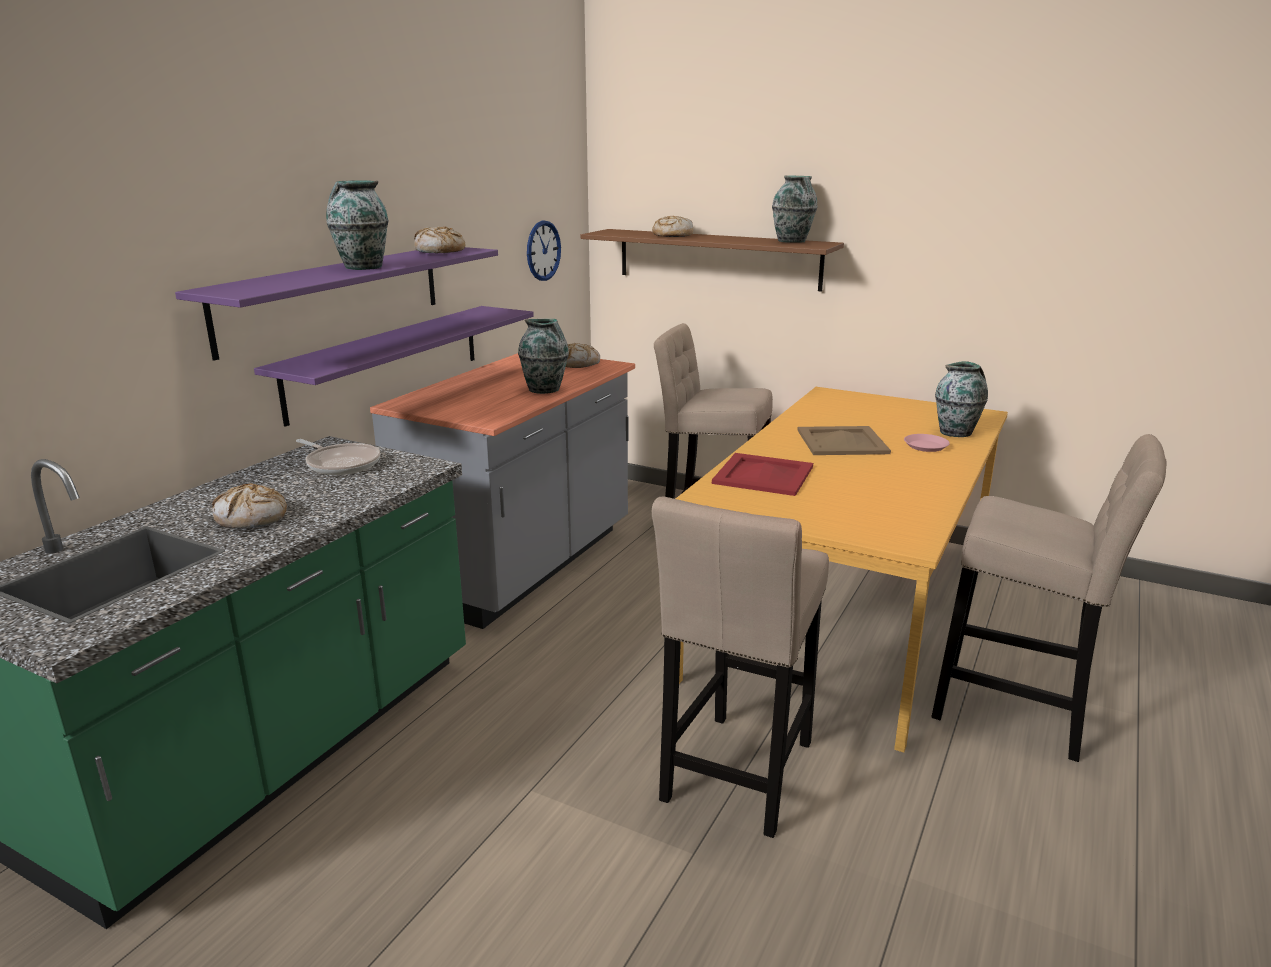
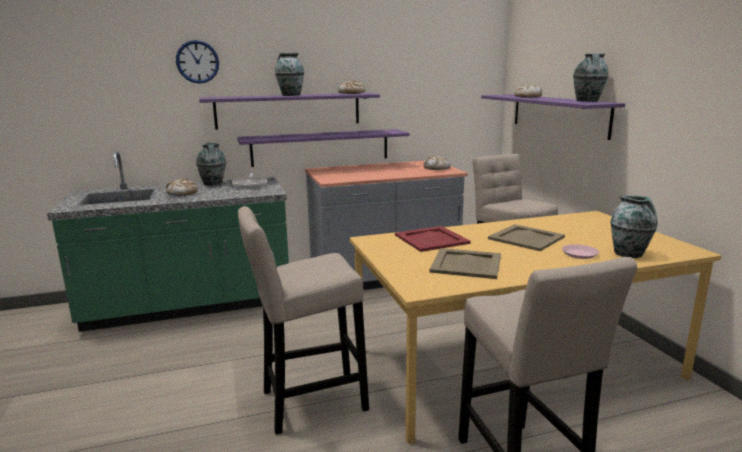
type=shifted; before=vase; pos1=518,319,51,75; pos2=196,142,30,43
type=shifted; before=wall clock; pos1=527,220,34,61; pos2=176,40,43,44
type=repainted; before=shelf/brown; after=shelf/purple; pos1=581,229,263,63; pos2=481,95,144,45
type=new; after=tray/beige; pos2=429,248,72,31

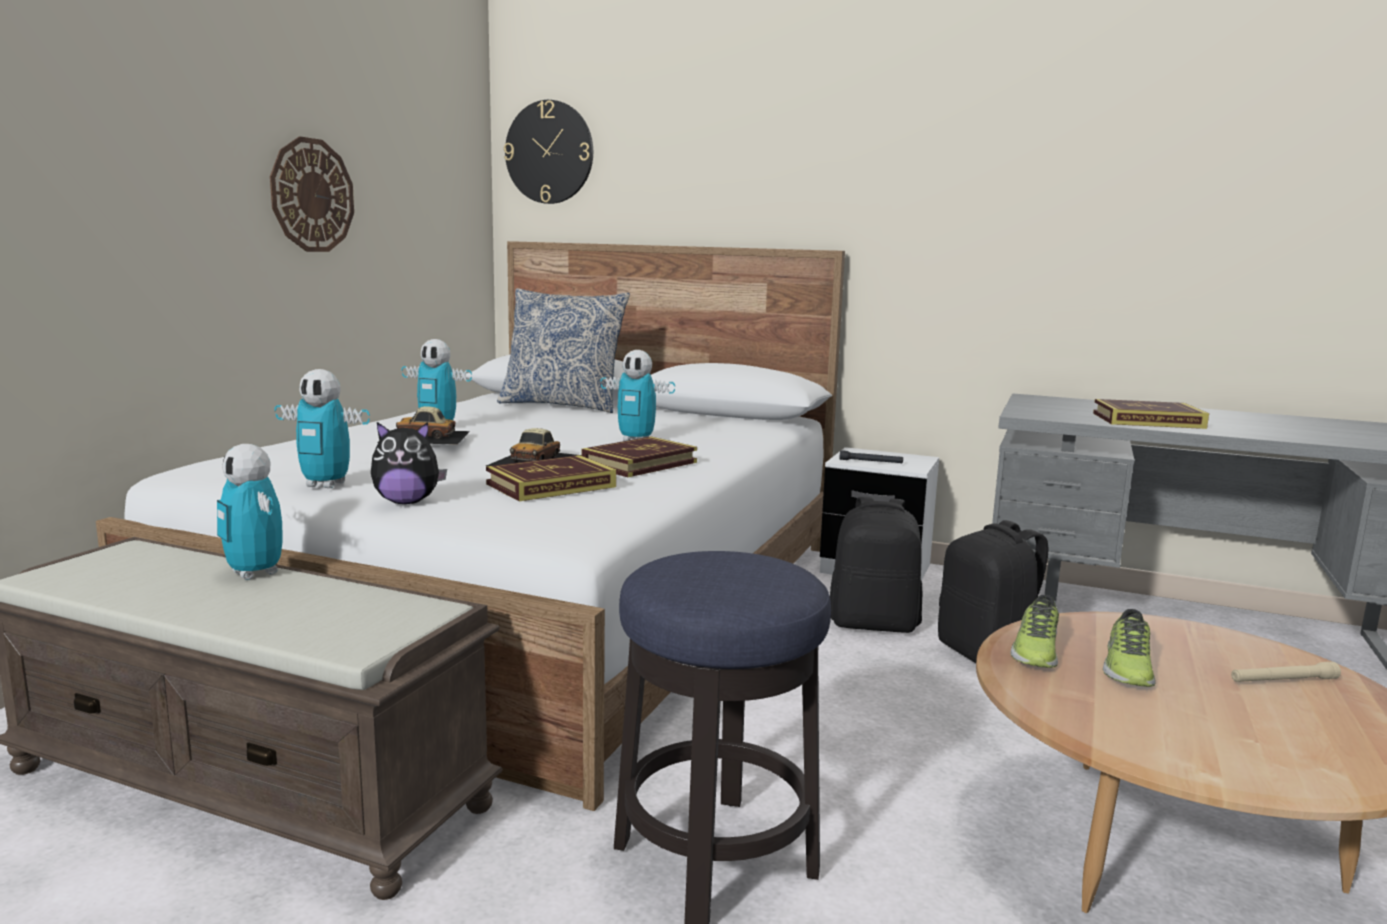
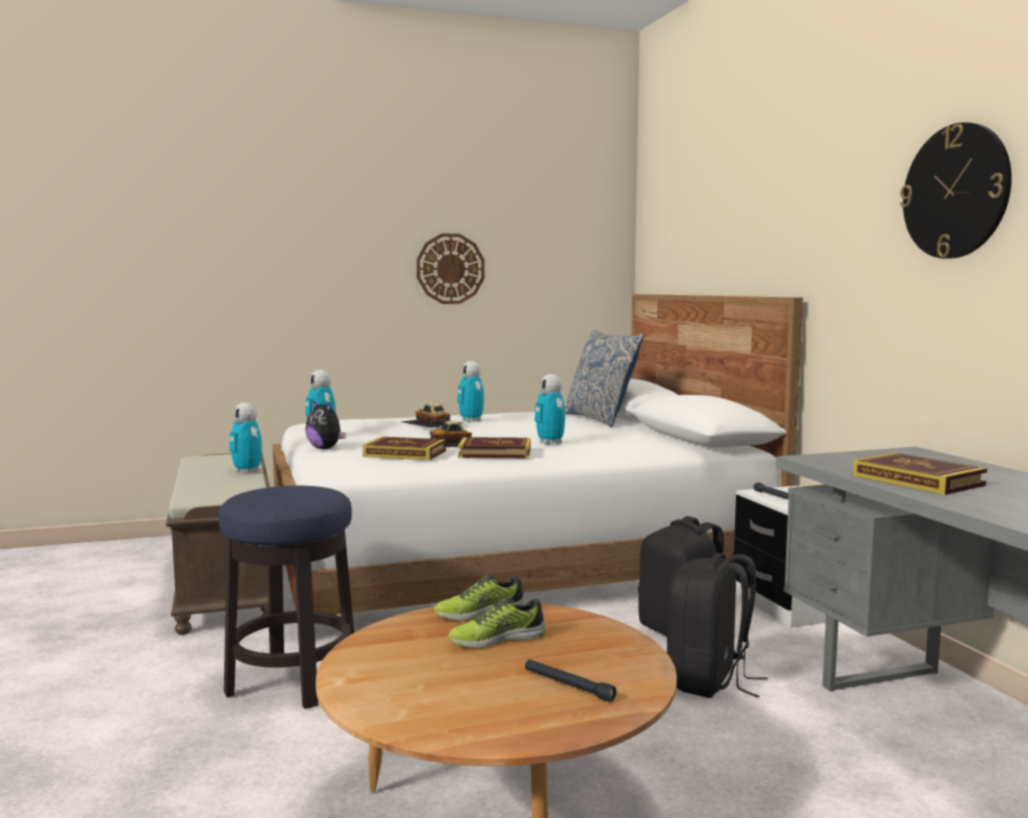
type=rotated; before=toy robot; pos1=217,444,66,136; pos2=229,402,33,72; turn=-45
type=shifted; before=wall clock; pos1=504,100,89,104; pos2=900,122,112,137
type=repainted; before=flashlight/beige; after=flashlight/black; pos1=1231,662,110,20; pos2=525,659,92,43

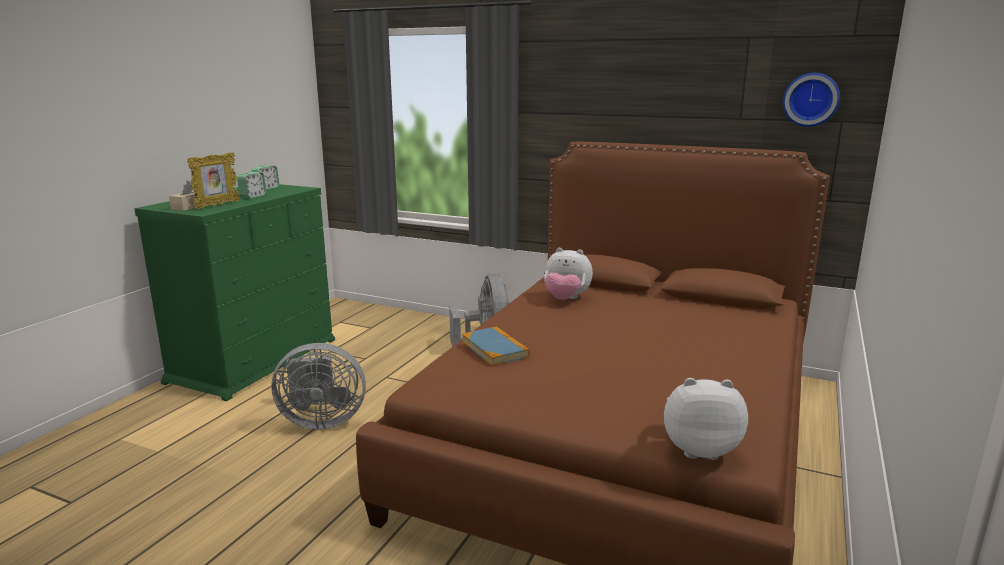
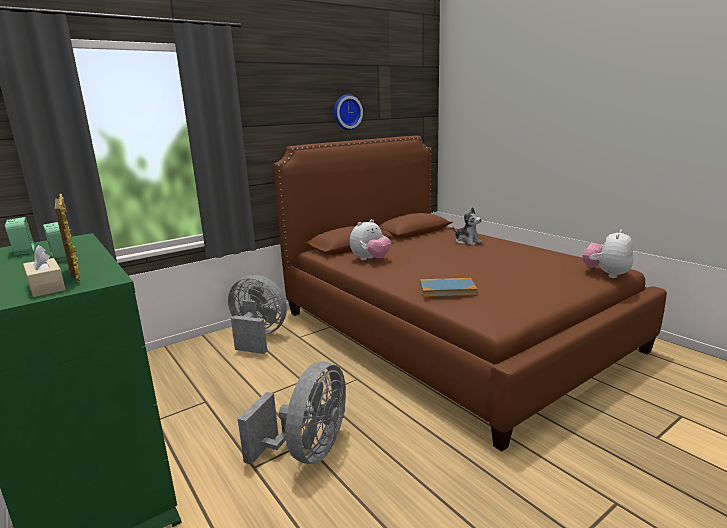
type=shifted; before=wall clock; pos1=782,73,58,54; pos2=334,94,29,36
type=new; after=plush toy; pos2=452,207,30,39

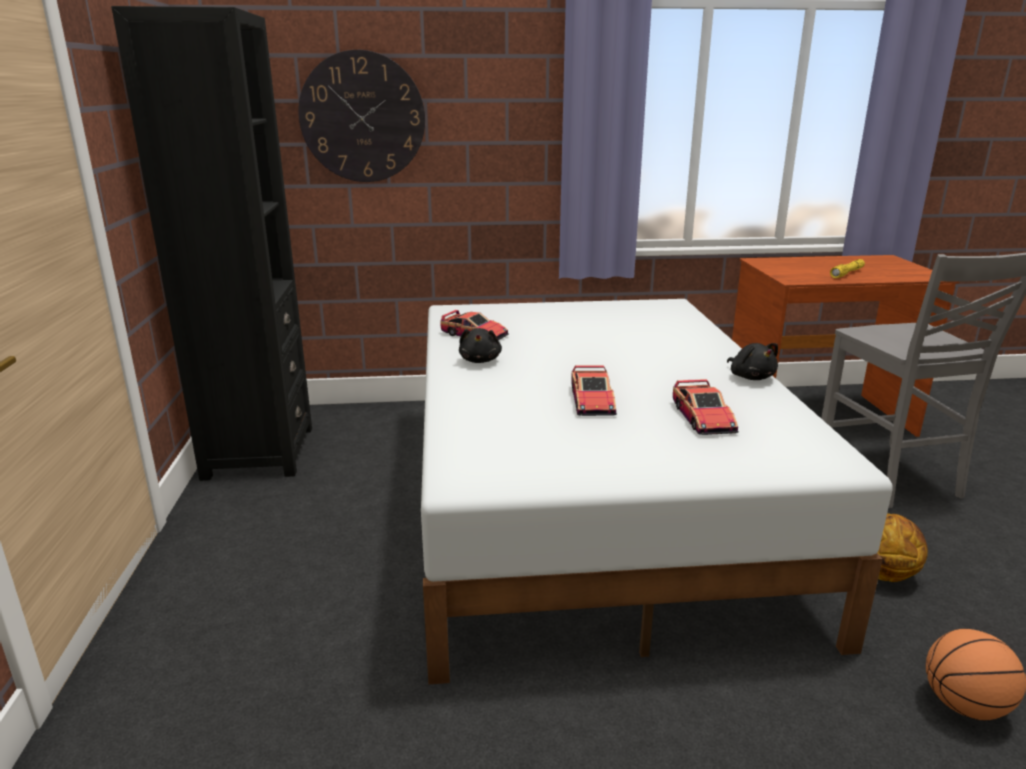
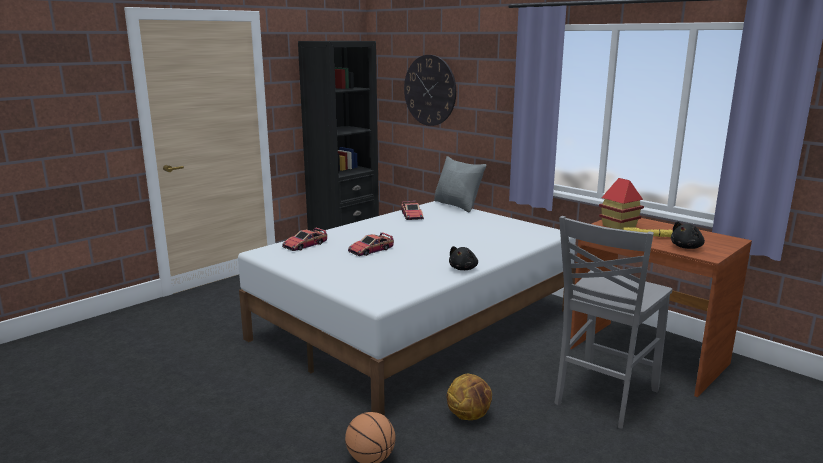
type=shifted; before=plush toy/black; pos1=459,328,43,35; pos2=671,221,34,28
type=shifted; before=toy car; pos1=673,379,66,56; pos2=282,228,45,23
type=new; after=pillow/grey; pos2=434,156,53,56
type=new; after=toy house; pos2=599,178,45,52

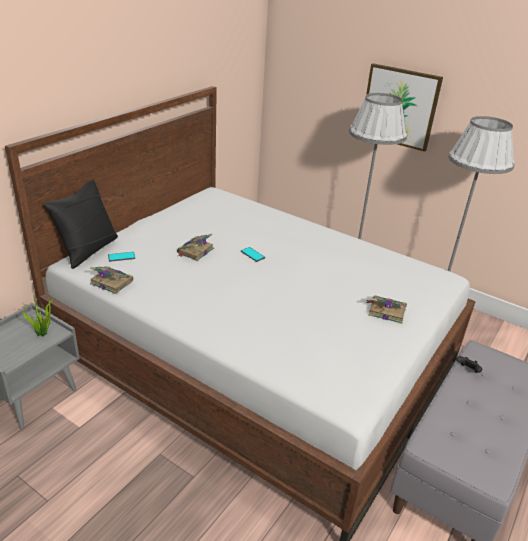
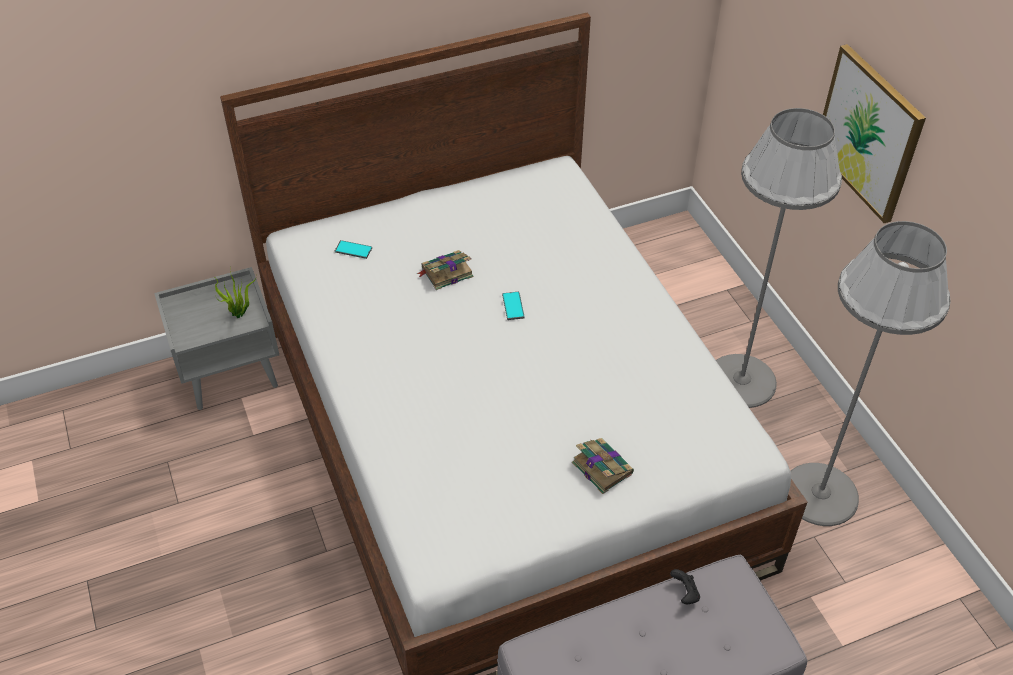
type=gone; before=pillow/black; pos1=44,180,74,89
type=gone; before=book; pos1=90,266,43,28

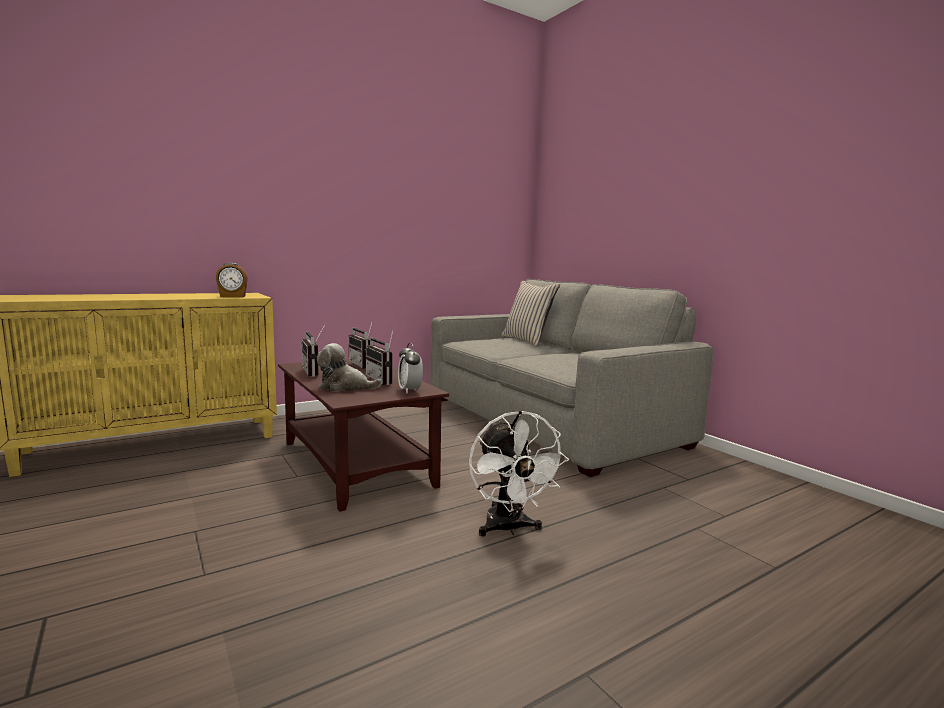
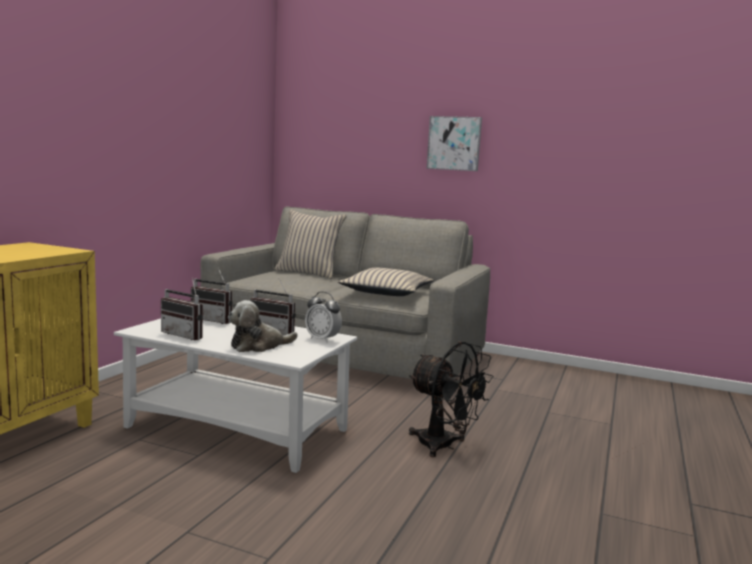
type=gone; before=alarm clock; pos1=216,263,32,35
type=repainted; before=coffee table/brown; after=coffee table/white; pos1=278,359,171,153; pos2=114,318,243,155
type=repainted; before=fan/white; after=fan/black; pos1=469,410,100,126; pos2=409,342,85,115
type=new; after=pillow/beige; pos2=338,268,96,28
type=new; after=picture; pos2=426,116,56,55

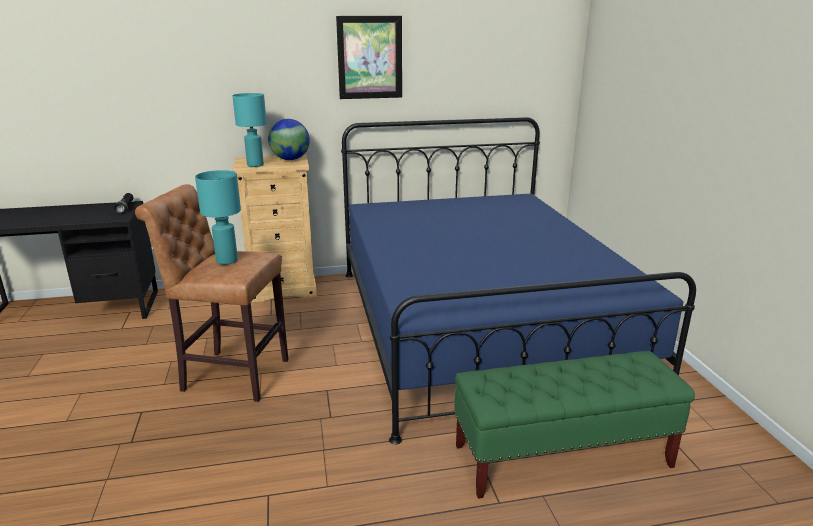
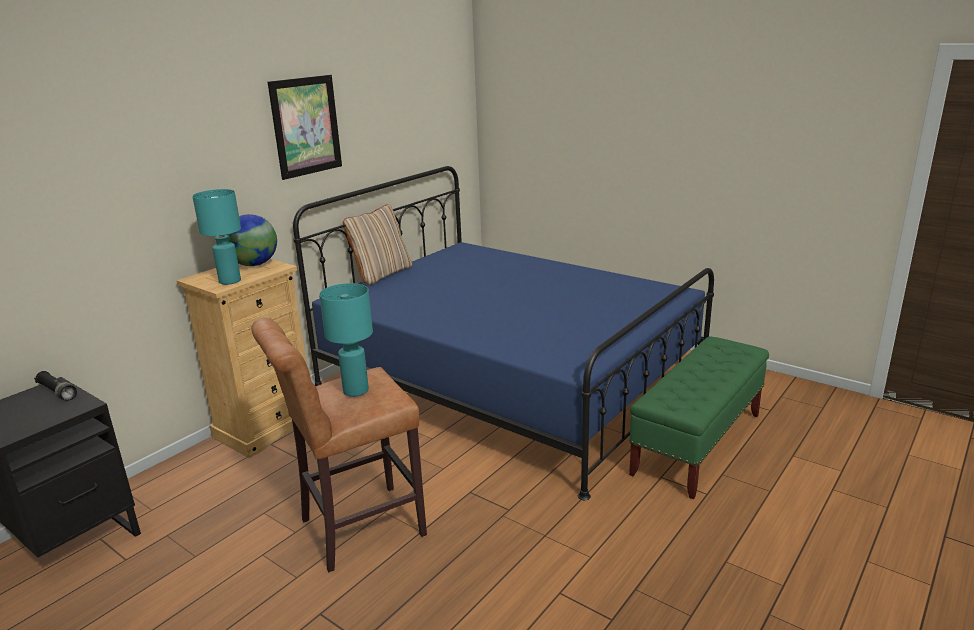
type=new; after=pillow/beige; pos2=343,204,69,81

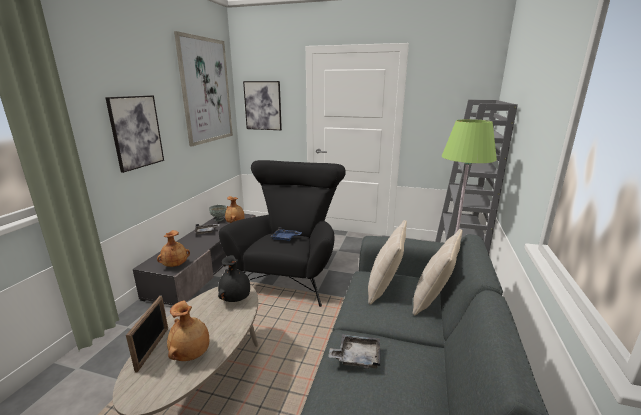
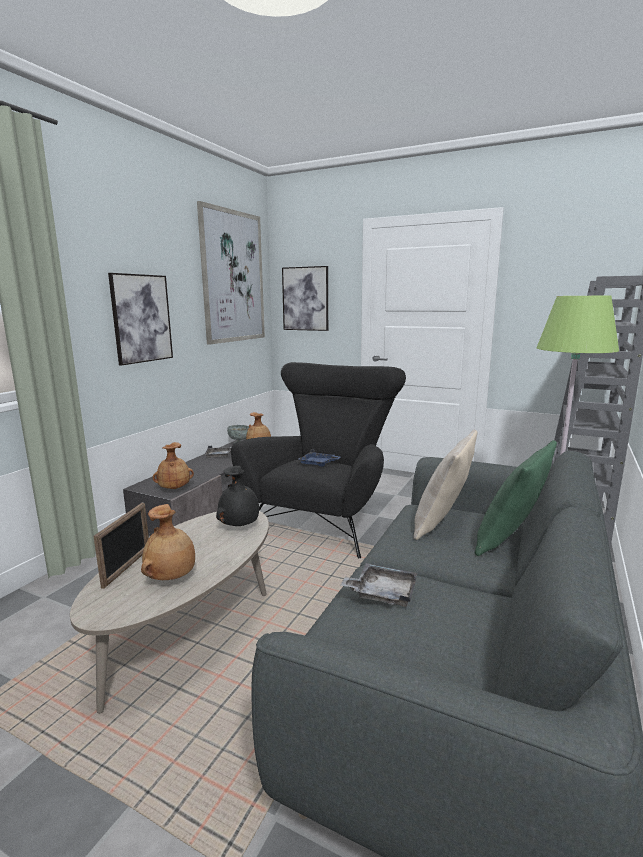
type=repainted; before=pillow/beige; after=pillow/green; pos1=413,229,50,87; pos2=475,440,82,116

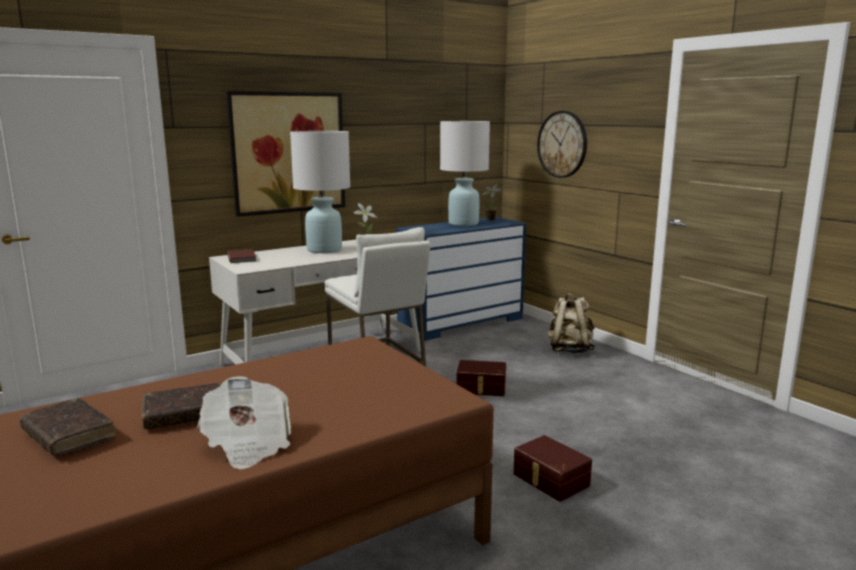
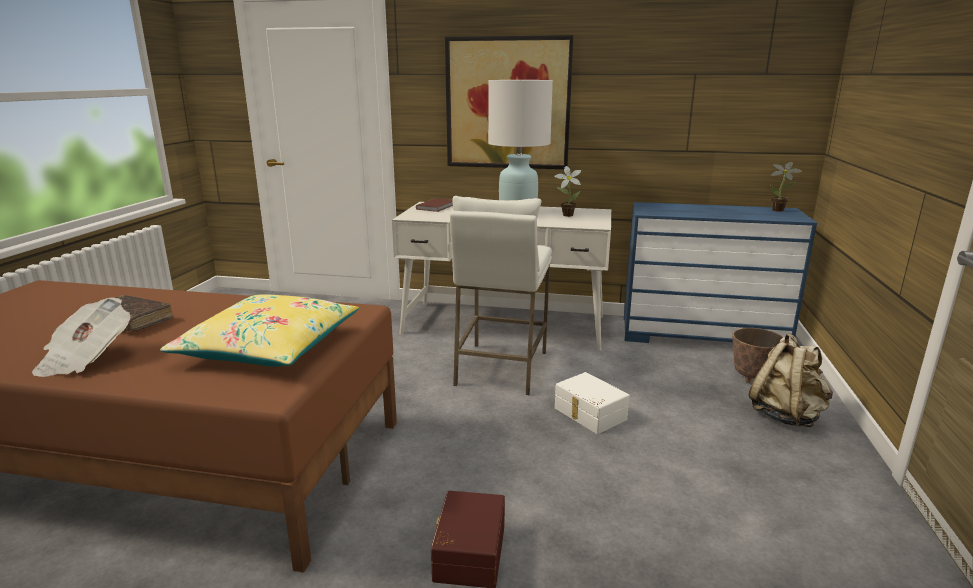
type=gone; before=book/brown; pos1=19,398,97,58
type=gone; before=table lamp/white; pos1=440,121,50,105
type=repainted; before=storage box/brown; after=storage box/white; pos1=456,360,50,36; pos2=555,372,75,62
type=gone; before=wall clock; pos1=537,111,50,67
type=new; after=pillow/yellow; pos2=160,294,199,73
type=new; after=planter; pos2=732,328,51,55

